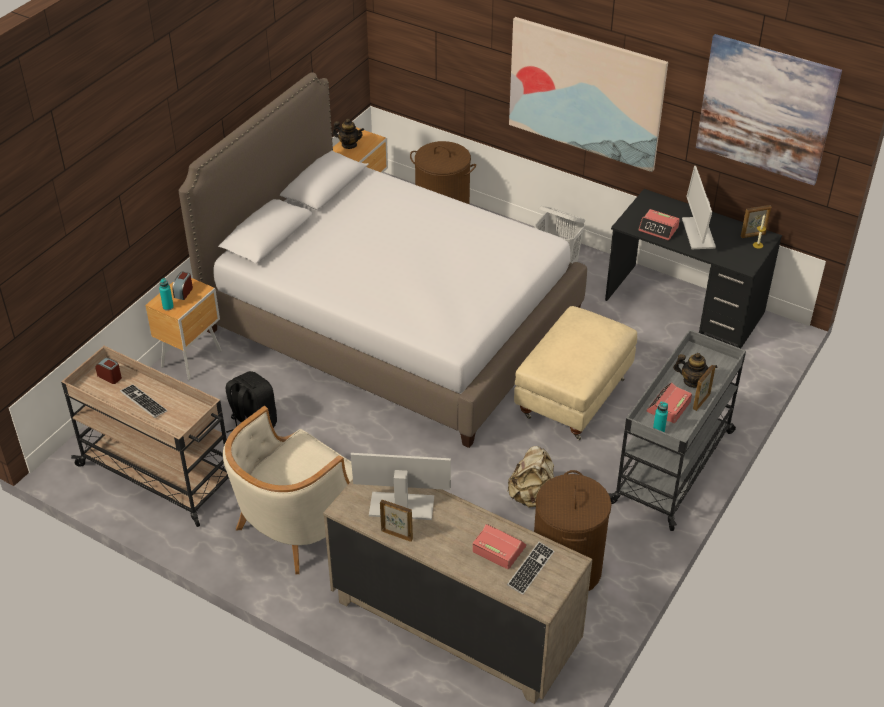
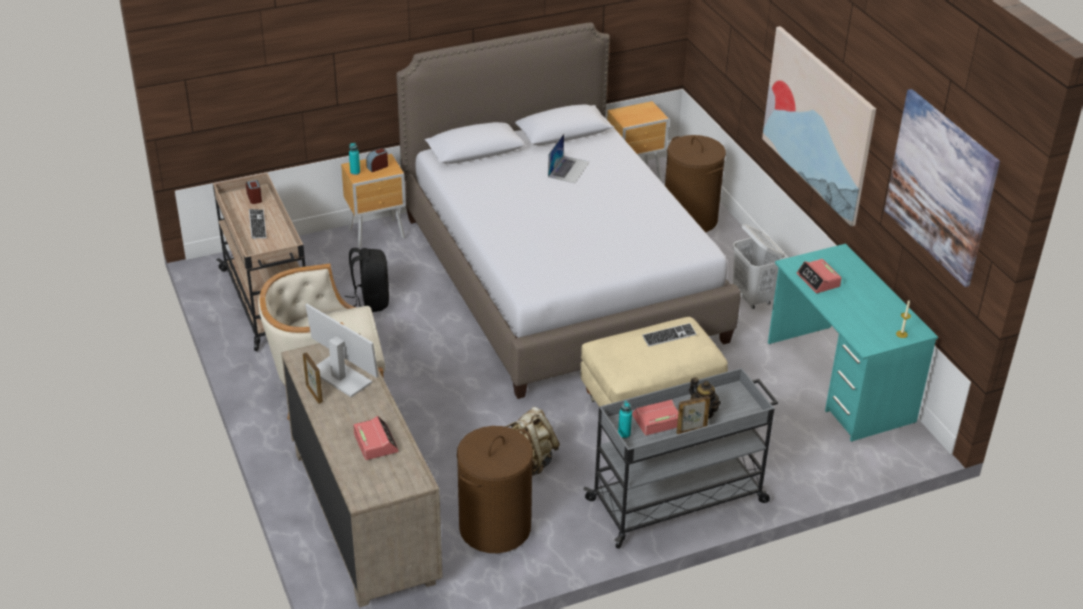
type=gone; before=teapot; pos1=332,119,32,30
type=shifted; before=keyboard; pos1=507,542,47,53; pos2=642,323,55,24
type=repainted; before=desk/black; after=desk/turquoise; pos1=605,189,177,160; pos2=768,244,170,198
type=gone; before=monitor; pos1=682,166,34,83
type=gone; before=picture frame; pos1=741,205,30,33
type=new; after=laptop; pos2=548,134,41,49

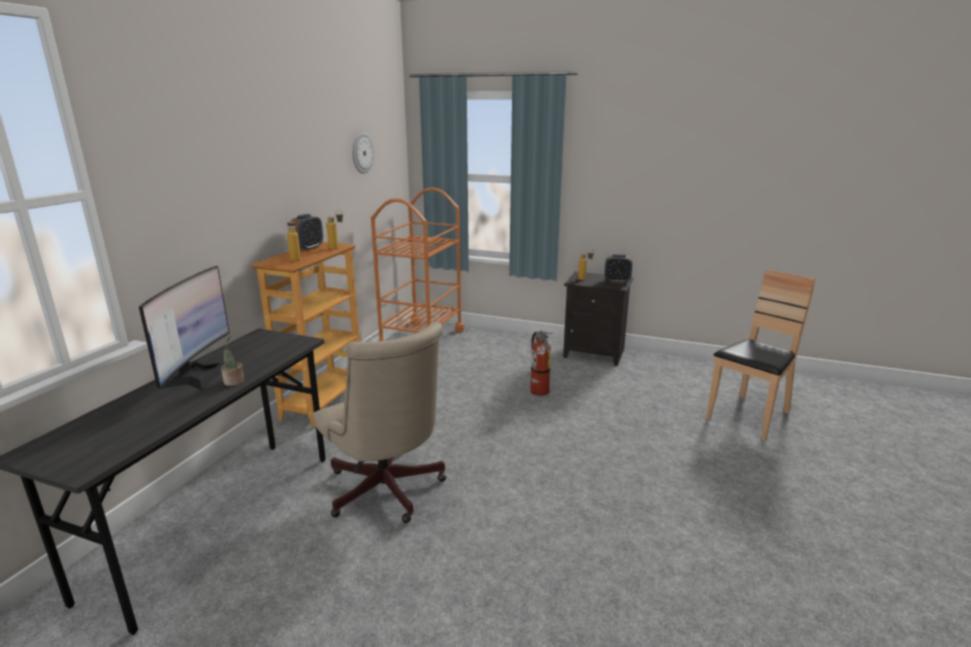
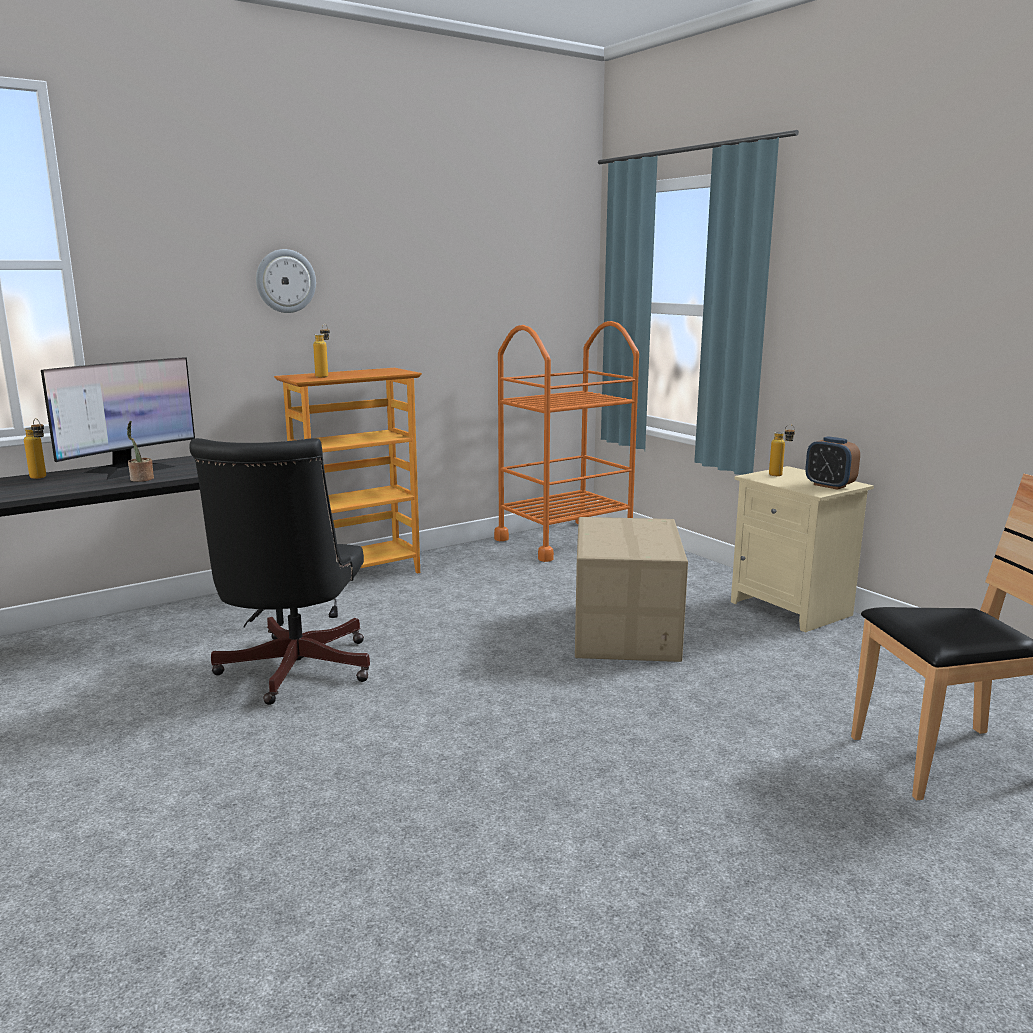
type=gone; before=alarm clock; pos1=291,214,32,37
type=repainted; before=office chair/beige; after=office chair/black; pos1=313,322,134,201; pos2=189,438,181,267
type=shifted; before=bottle; pos1=326,210,17,40; pos2=24,418,22,61
type=shifted; before=wall clock; pos1=352,133,22,41; pos2=256,249,60,64
type=swapped; before=fire extinguisher; after=cardboard box; pos1=530,330,23,66; pos2=575,517,113,145
type=repainted; before=nightstand/black; after=nightstand/beige; pos1=563,271,70,95; pos2=731,466,143,166

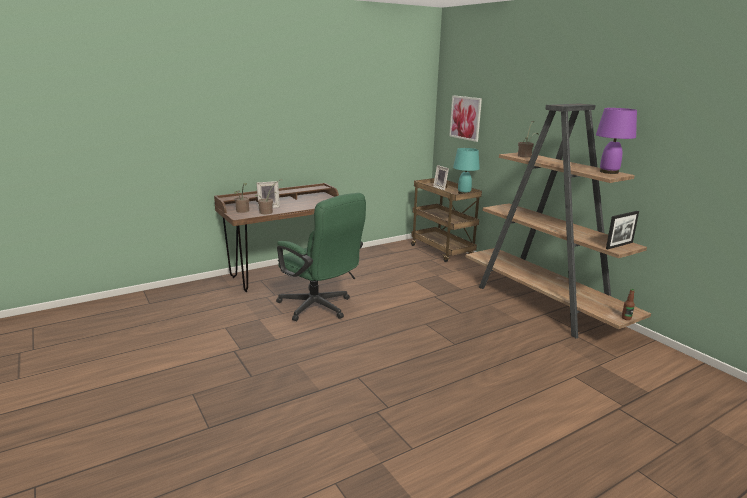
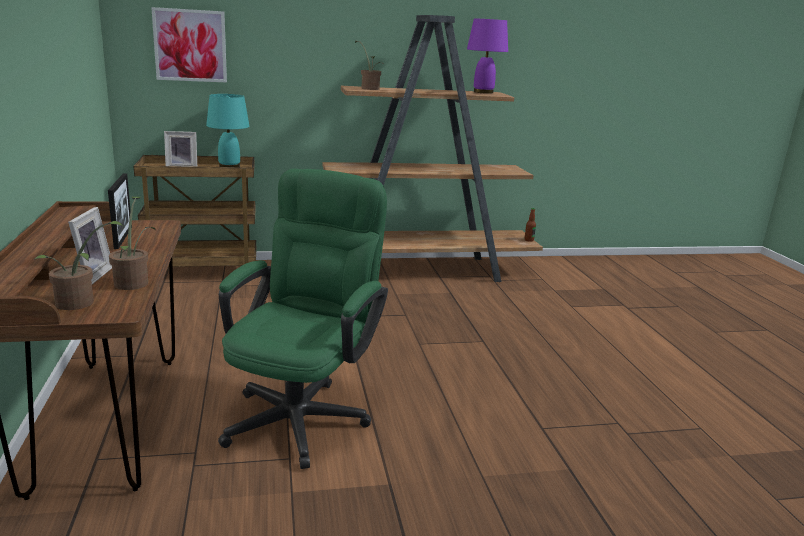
type=rotated; before=office chair/green; pos1=276,193,90,128; pos2=218,169,170,300; turn=-45
type=shifted; before=picture frame; pos1=606,211,33,38; pos2=108,174,24,75

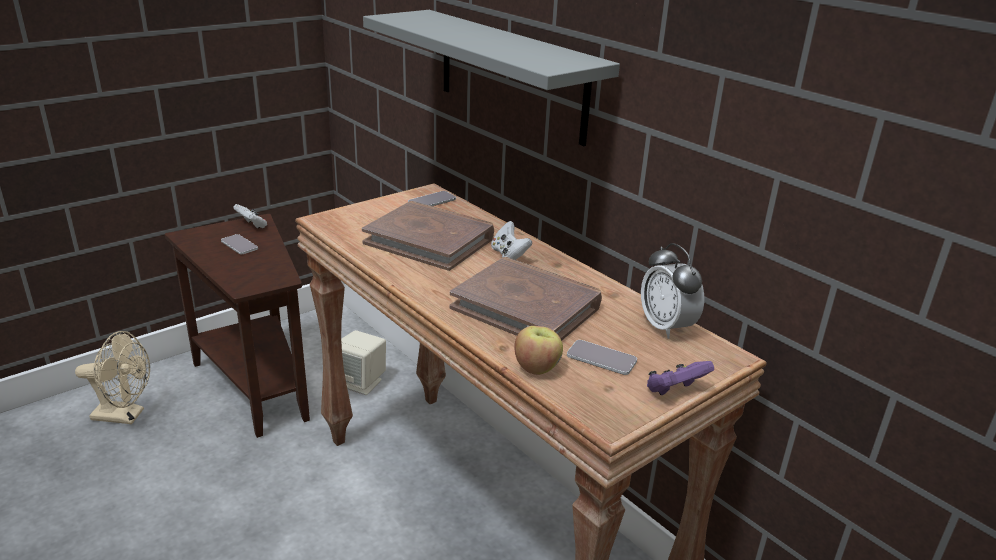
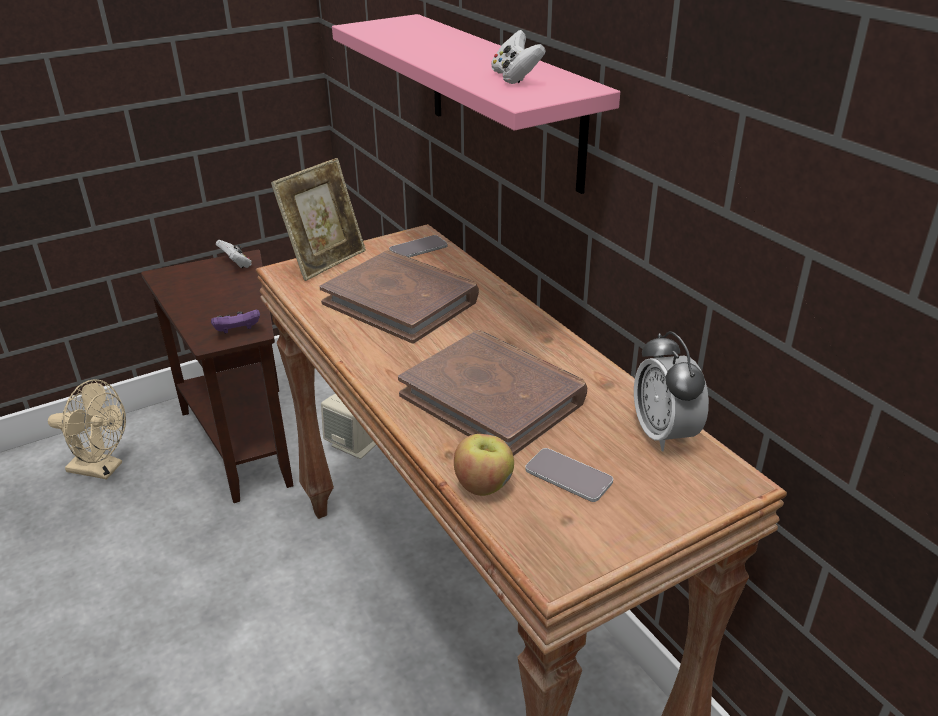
type=gone; before=phone; pos1=221,234,37,20
type=repainted; before=shelf/grey; after=shelf/pink; pos1=363,10,257,136; pos2=332,14,288,180
type=shifted; before=game controller/white; pos1=491,221,41,39; pos2=491,30,55,54
type=shifted; before=game controller/purple; pos1=647,361,67,34; pos2=211,310,49,24
type=new; after=picture frame; pos2=271,158,95,123

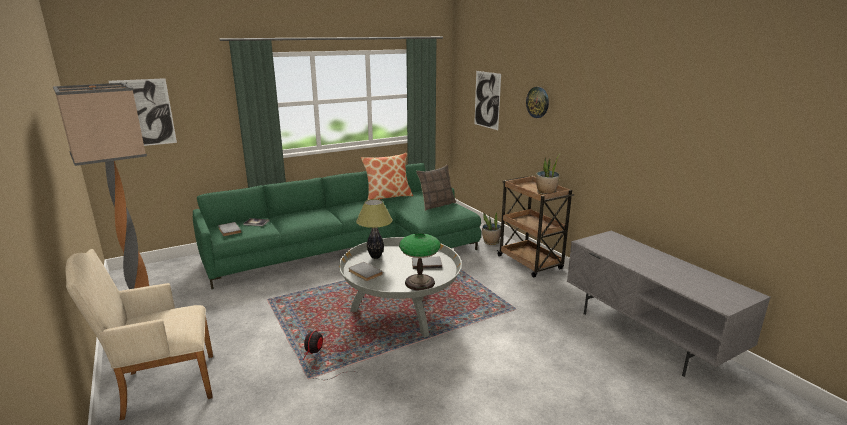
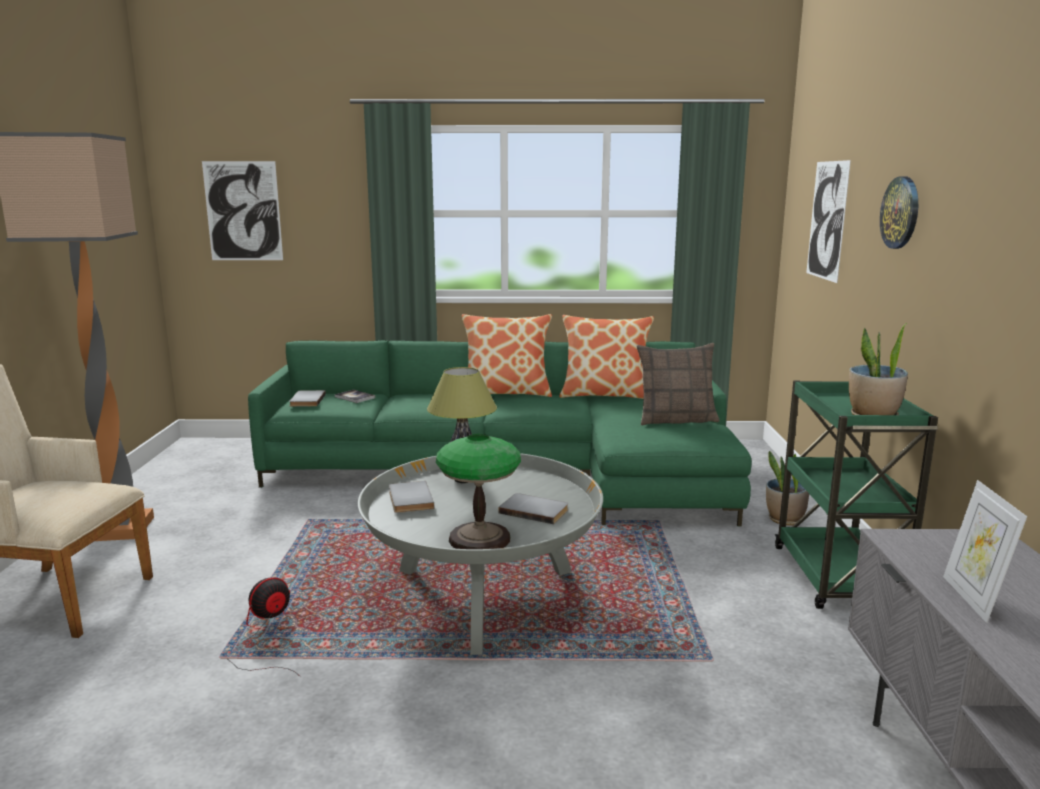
type=repainted; before=cart/brown; after=cart/green; pos1=497,176,77,102; pos2=775,380,163,229
type=new; after=pillow; pos2=462,314,90,83
type=new; after=picture frame; pos2=943,480,84,143

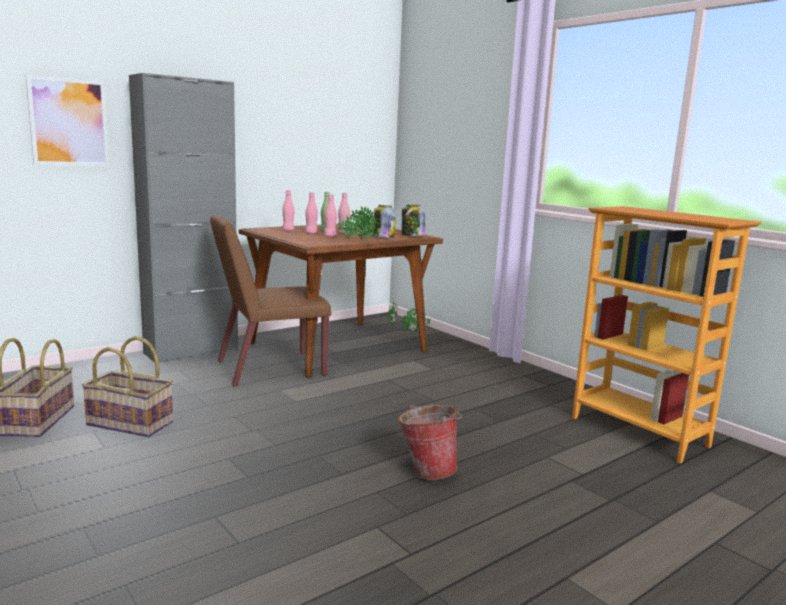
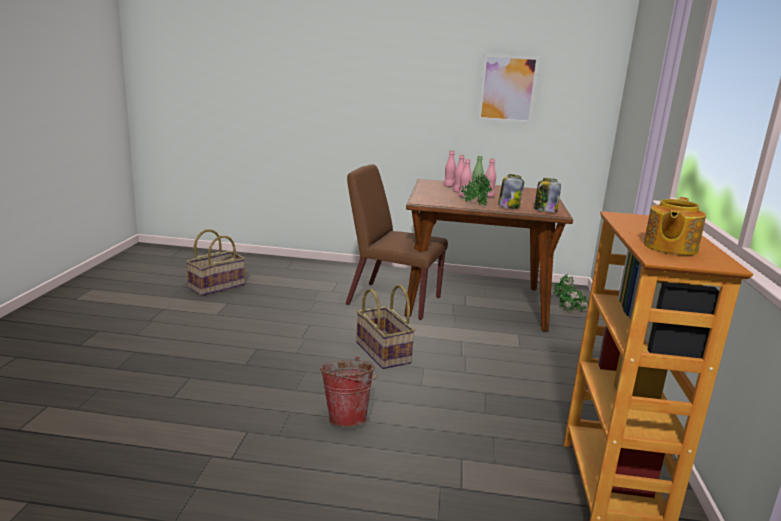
type=shifted; before=picture; pos1=26,75,83,91; pos2=478,54,62,70
type=shifted; before=basket; pos1=82,336,91,101; pos2=356,285,59,84
type=gone; before=cabinet/grey; pos1=129,73,109,290
type=new; after=teapot; pos2=644,197,62,58

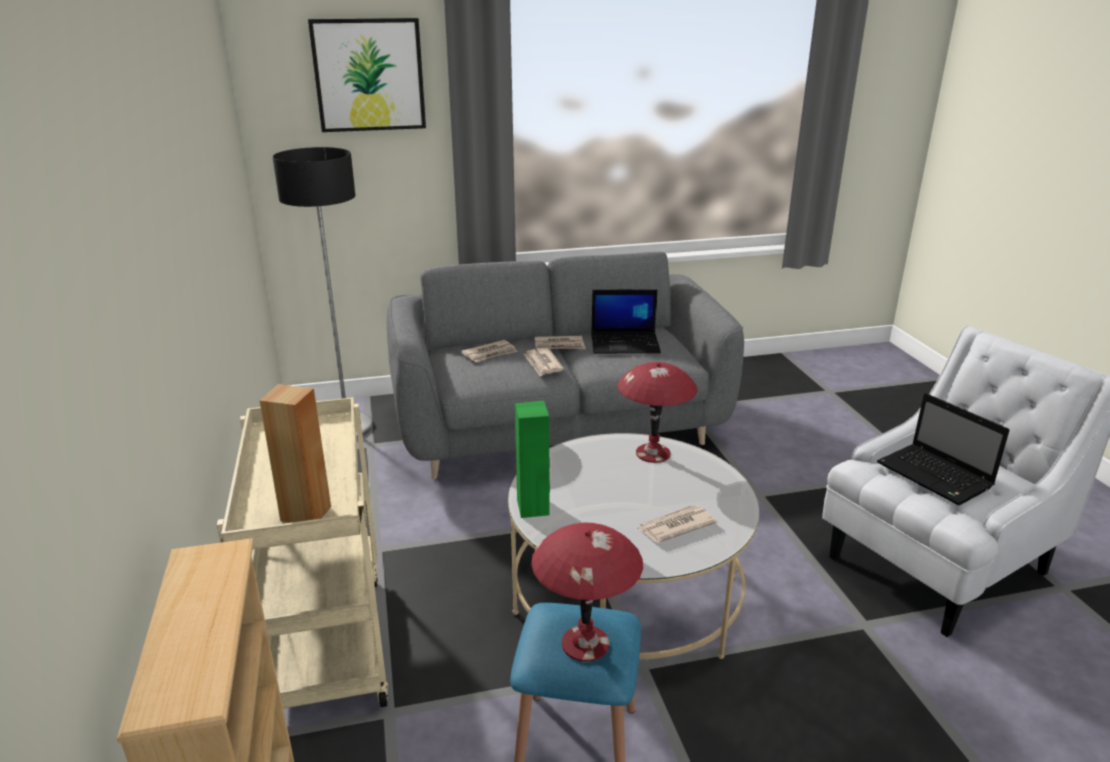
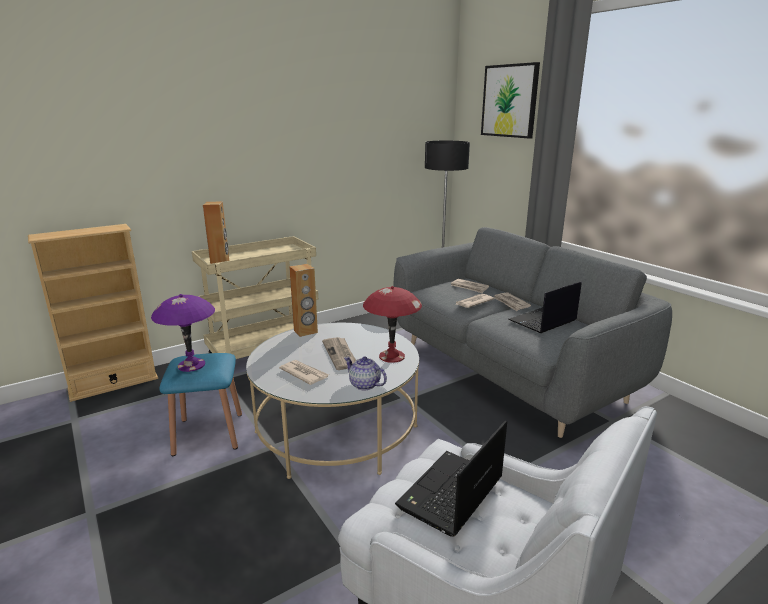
type=repainted; before=speaker/green; after=speaker/brown; pos1=515,401,35,117; pos2=289,264,29,73
type=repainted; before=table lamp/red; after=table lamp/purple; pos1=531,523,112,139; pos2=151,294,64,78
type=rotated; before=laptop; pos1=591,290,70,64; pos2=508,281,74,52; turn=75
type=new; after=newspaper; pos2=322,337,34,33
type=new; after=teapot; pos2=344,357,43,33

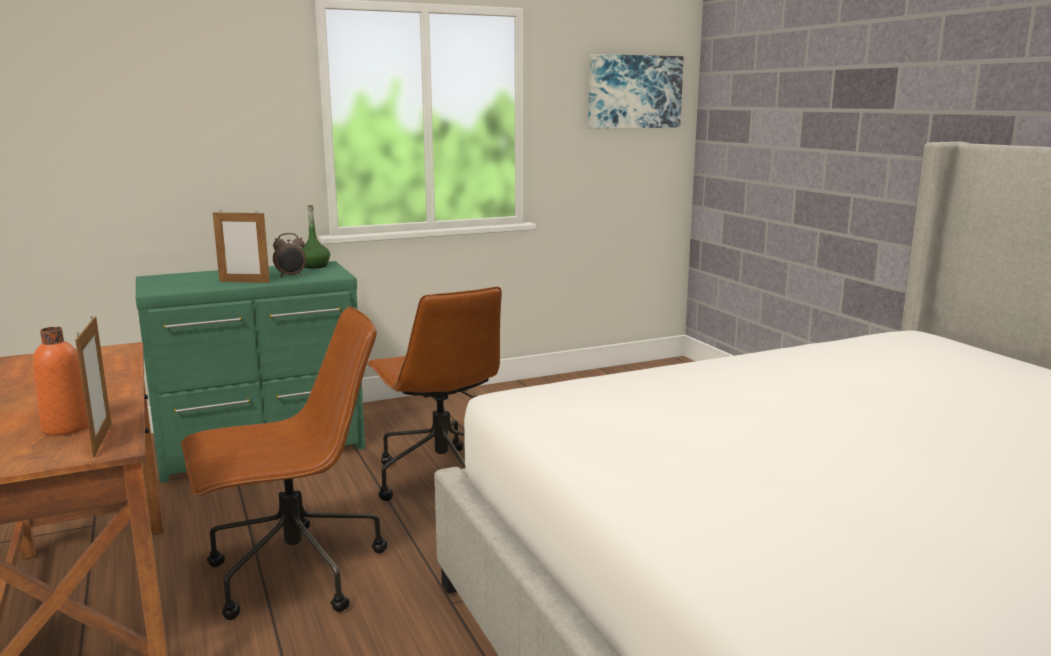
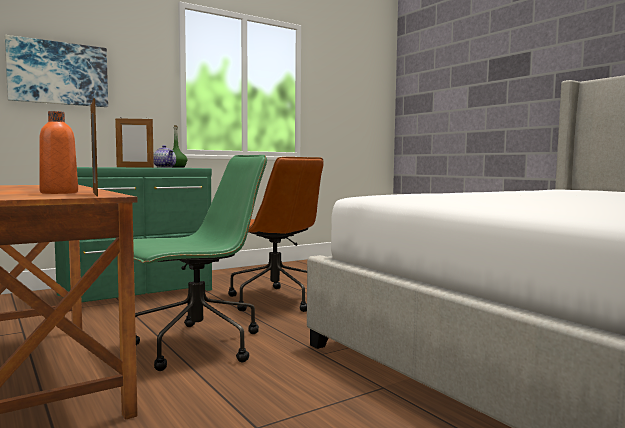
type=repainted; before=office chair/brown; after=office chair/green; pos1=181,307,206,313; pos2=133,155,134,216
type=swapped; before=alarm clock; after=teapot; pos1=273,233,33,45; pos2=153,145,23,23
type=shifted; before=picture; pos1=588,54,96,75; pos2=5,35,103,72

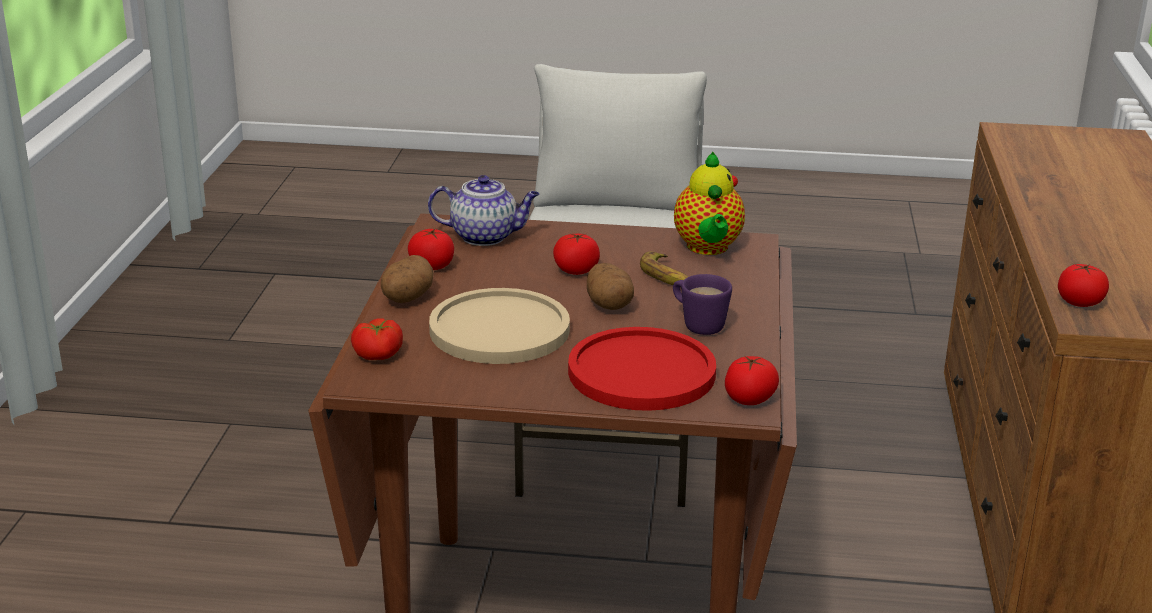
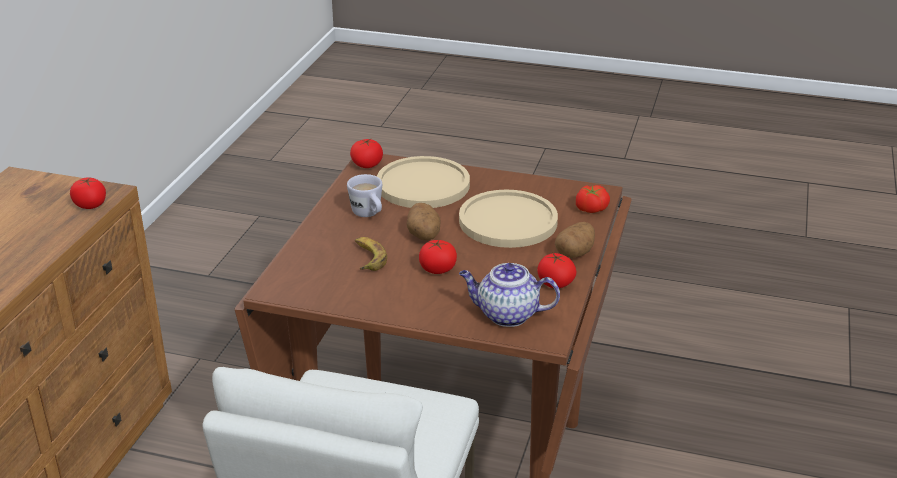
type=repainted; before=plate/red; after=plate/beige; pos1=568,327,148,84; pos2=377,156,93,52
type=repainted; before=mug/purple; after=mug/white; pos1=673,274,59,61; pos2=347,174,35,43
type=gone; before=teapot; pos1=674,152,71,103

